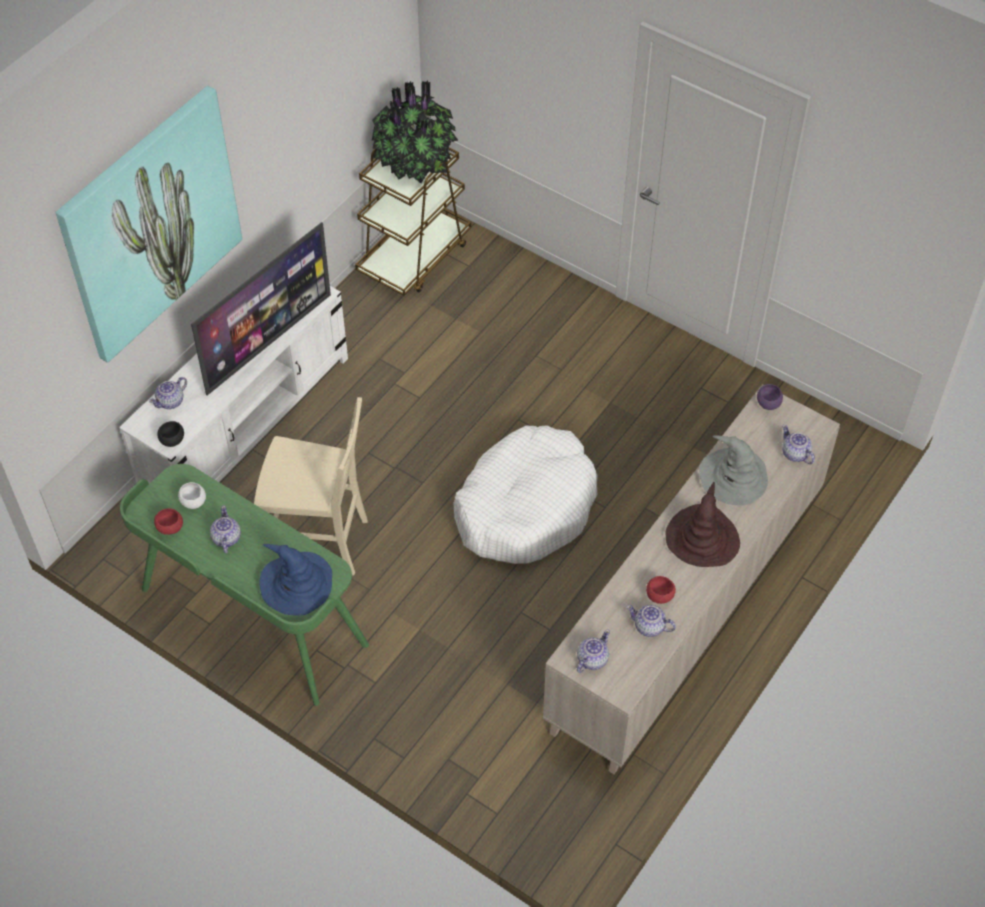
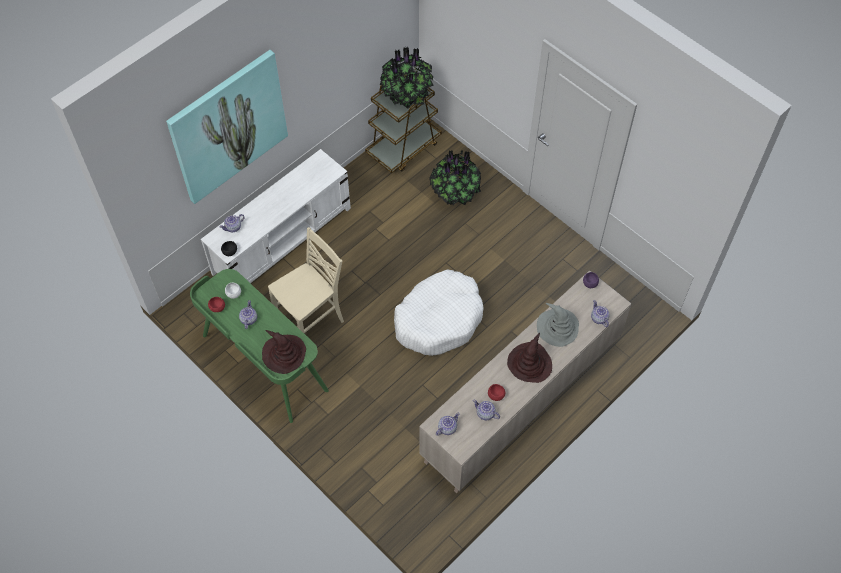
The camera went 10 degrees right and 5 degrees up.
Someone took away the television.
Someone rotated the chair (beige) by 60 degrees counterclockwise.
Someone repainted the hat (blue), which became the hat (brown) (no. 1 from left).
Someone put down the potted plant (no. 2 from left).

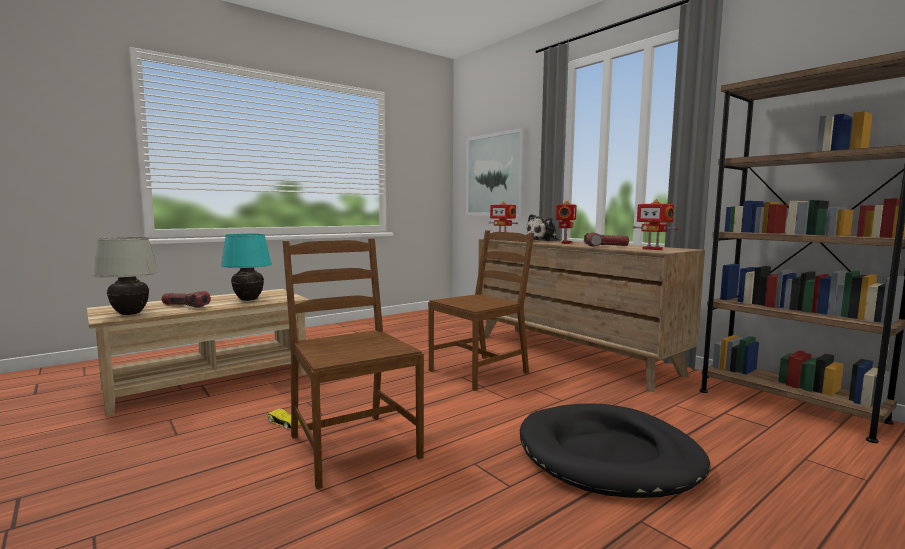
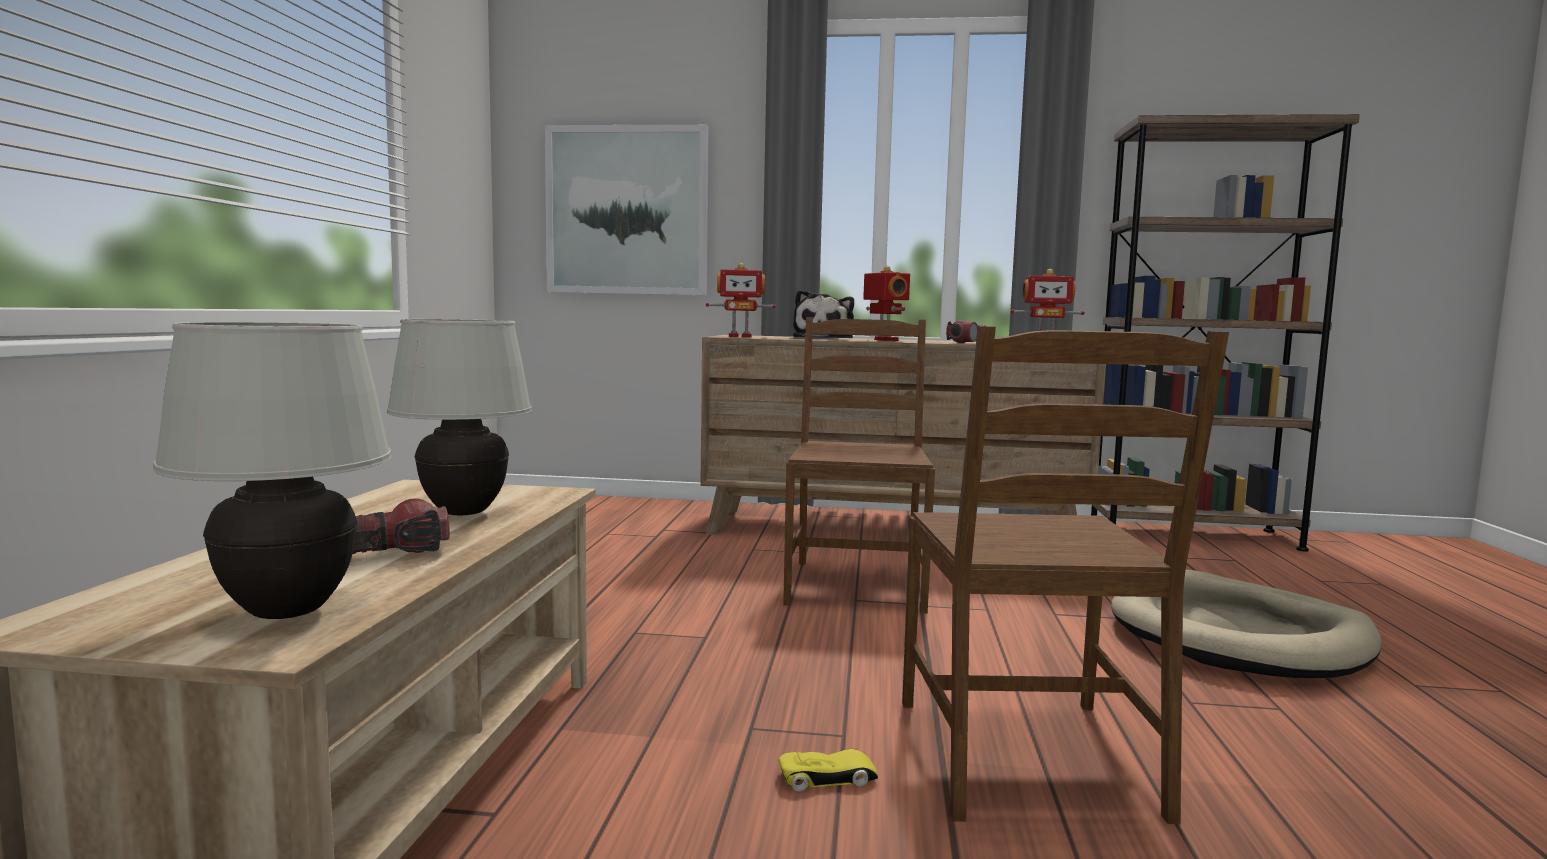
The camera went 45 degrees left and 0 degrees up.
Someone repainted the table lamp (turquoise), which became the table lamp (white) (no. 2 from left).
Someone rotated the chair (brown) (no. 1 from left in the first image) by 105 degrees counterclockwise.
Someone repainted the dog bed (black), which became the dog bed (beige).

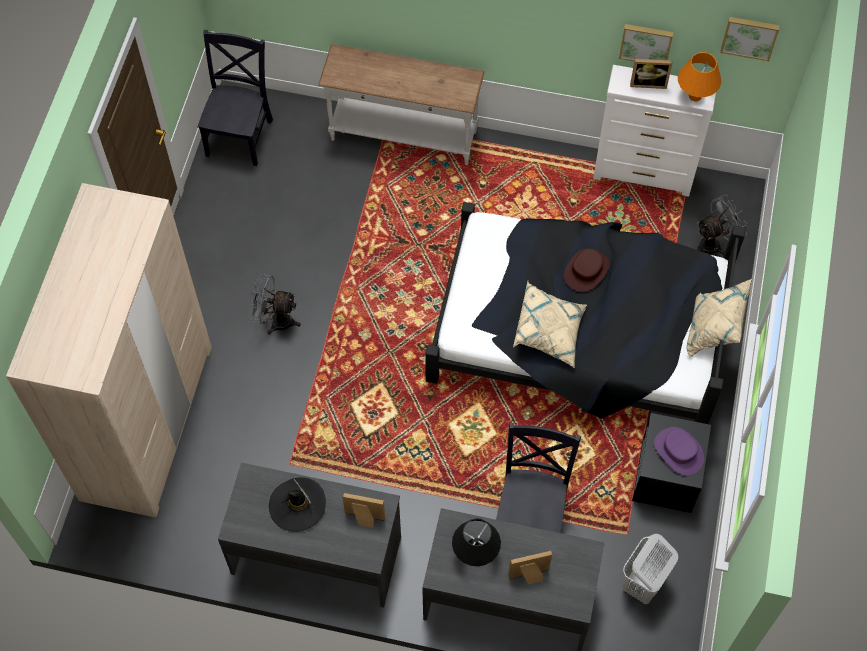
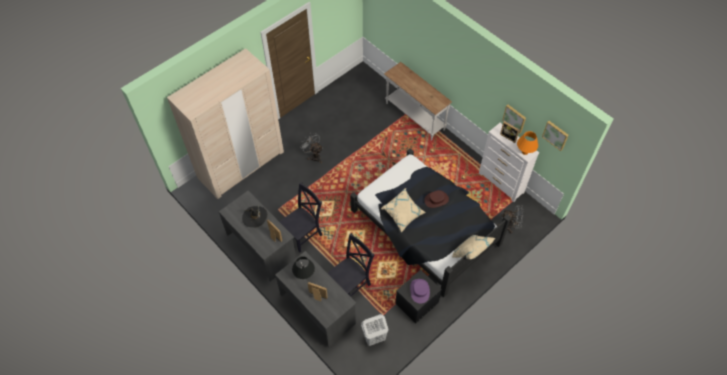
The camera went 35 degrees right and 5 degrees down.
Someone carried the chair (black) (no. 1 from left).

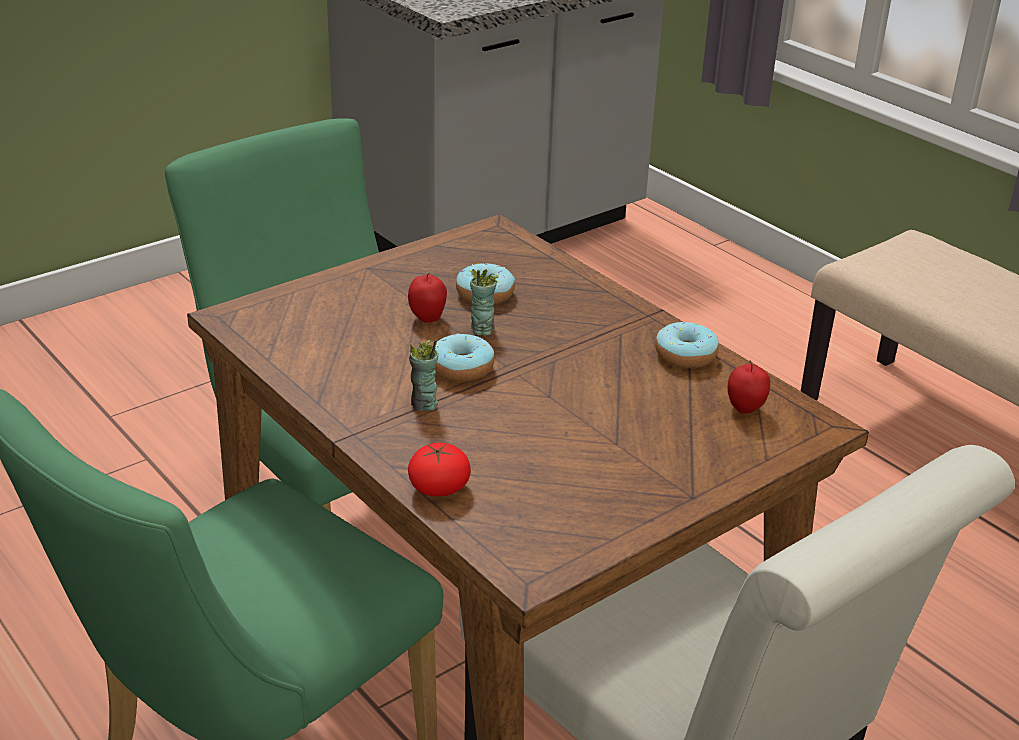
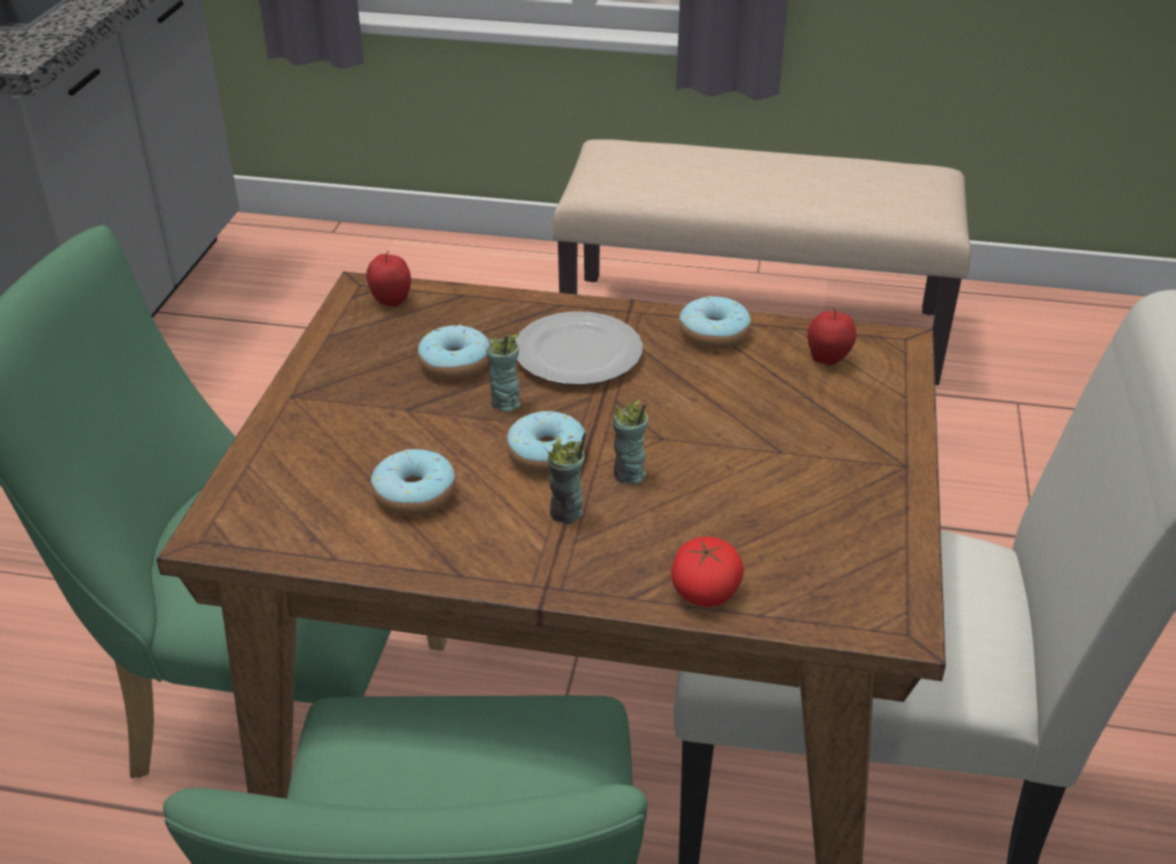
The camera went 40 degrees left and 5 degrees up.
Someone carried the apple (no. 1 from left).
Someone put down the donut (no. 1 from left).
Someone put down the plate.
Someone put down the cup (no. 3 from left).

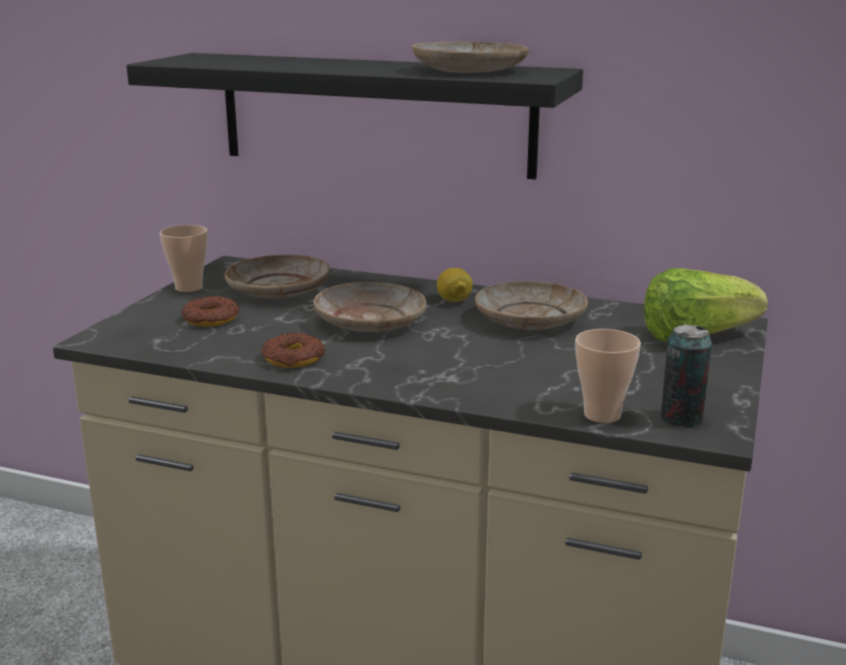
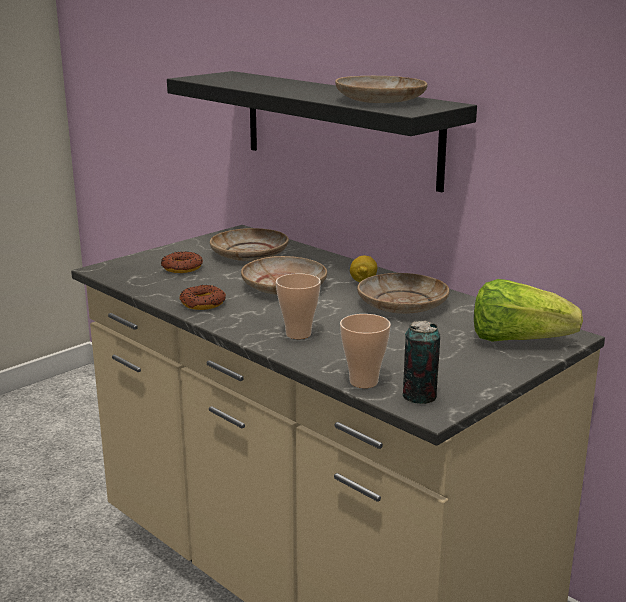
The camera went 25 degrees right and 0 degrees up.
Someone carried the cup (no. 1 from left).

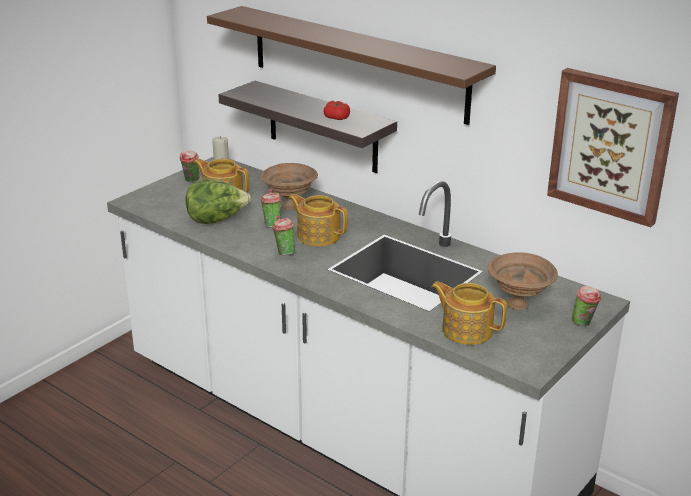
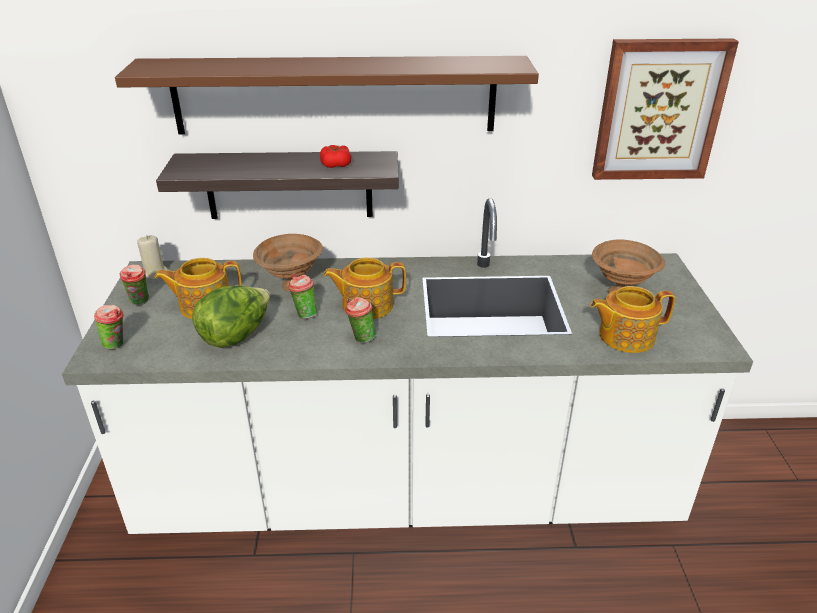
The camera went 40 degrees left and 5 degrees up.
Someone carried the cup (no. 4 from left in the first image).

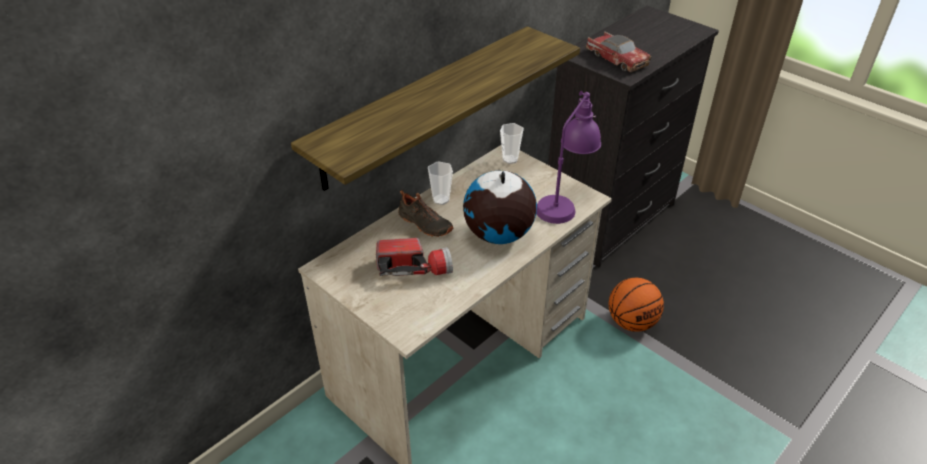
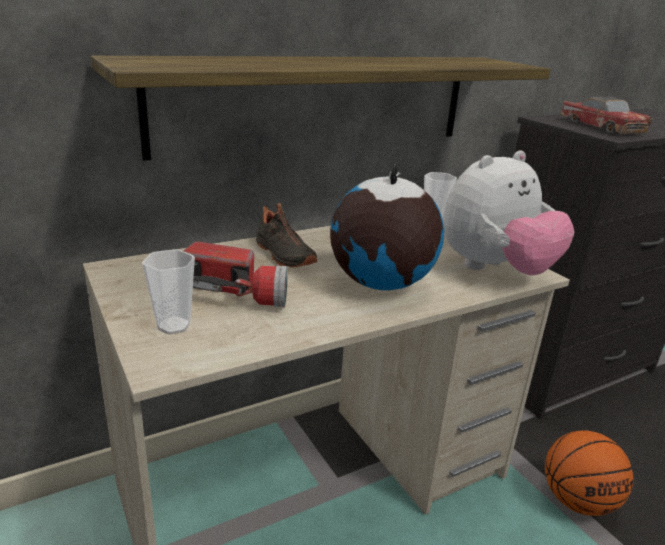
The camera went 15 degrees right and 15 degrees down.
Someone carried the cup (no. 1 from left).
Someone swapped the table lamp (purple) for the plush toy.

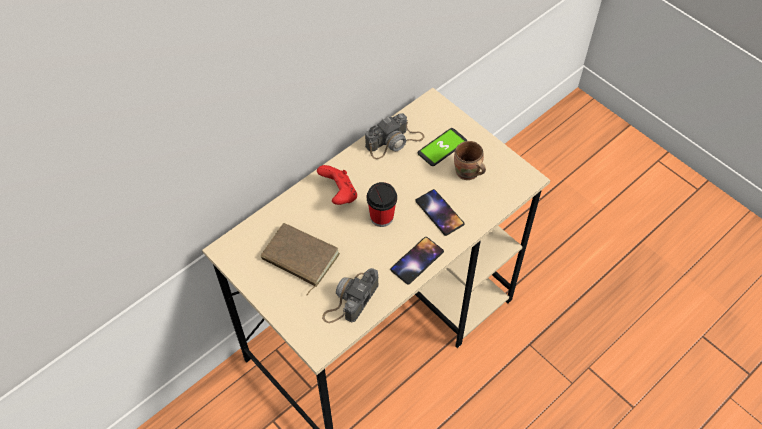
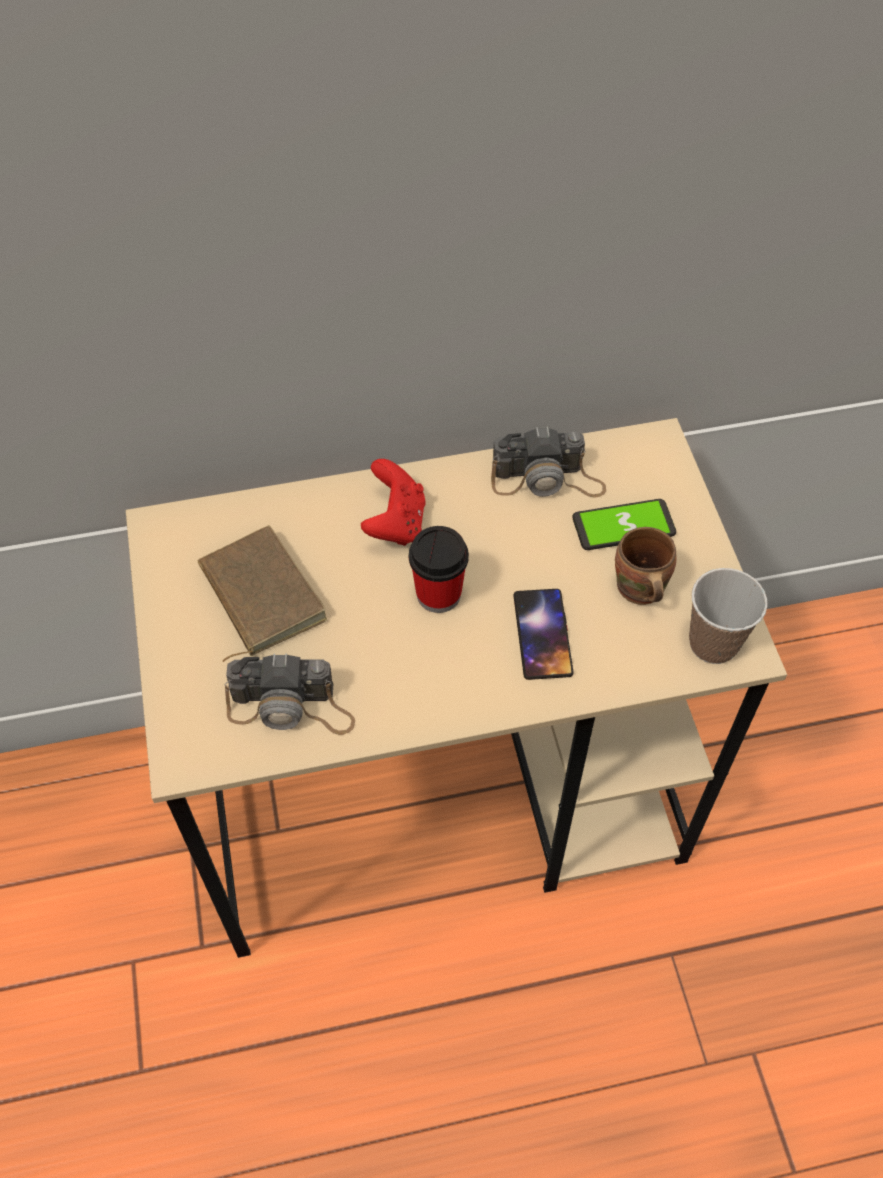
The camera went 30 degrees right and 0 degrees up.
Someone rotated the photo camera (no. 1 from left) by 150 degrees counterclockwise.
Someone took away the phone (no. 1 from left).
Someone put down the cup (no. 2 from left).

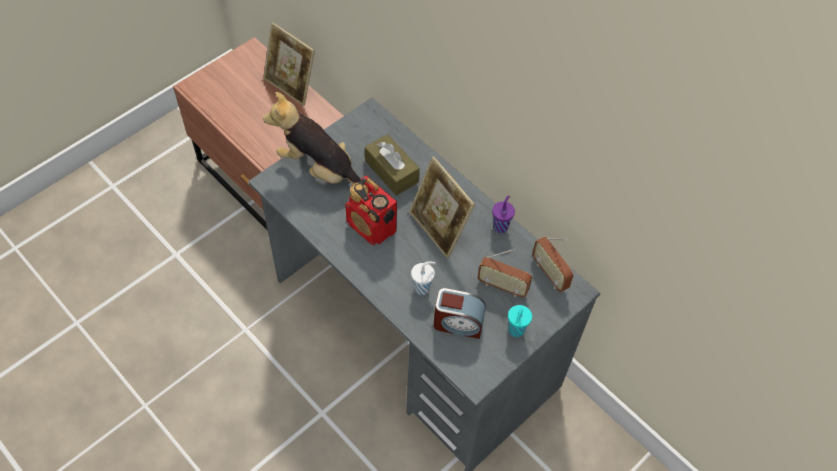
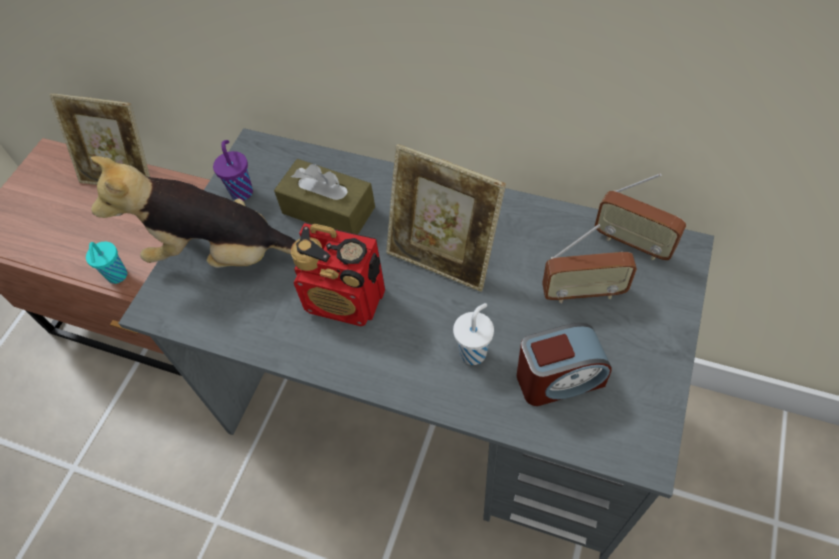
The camera went 20 degrees left and 0 degrees up.
Someone carried the cup (purple).
Someone carried the cup (turquoise).

